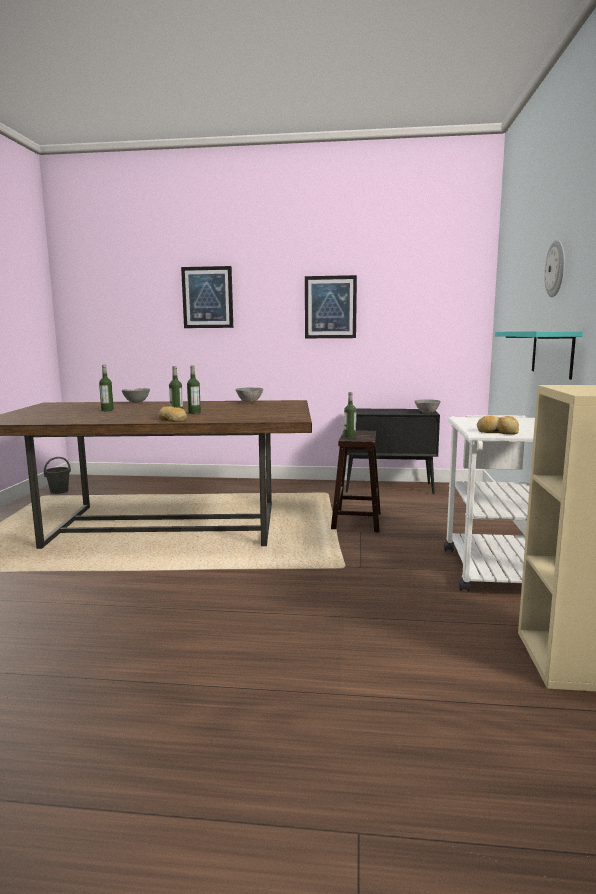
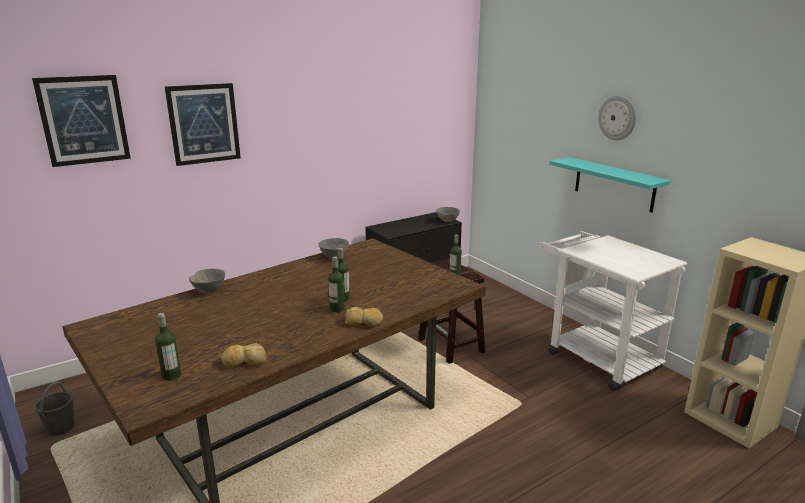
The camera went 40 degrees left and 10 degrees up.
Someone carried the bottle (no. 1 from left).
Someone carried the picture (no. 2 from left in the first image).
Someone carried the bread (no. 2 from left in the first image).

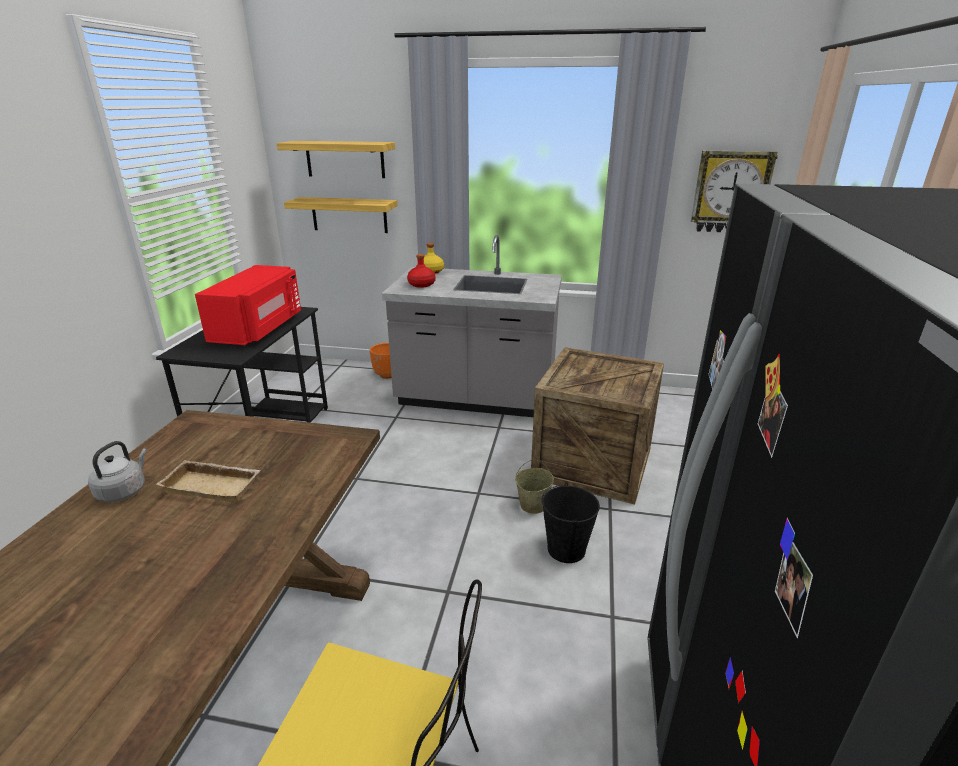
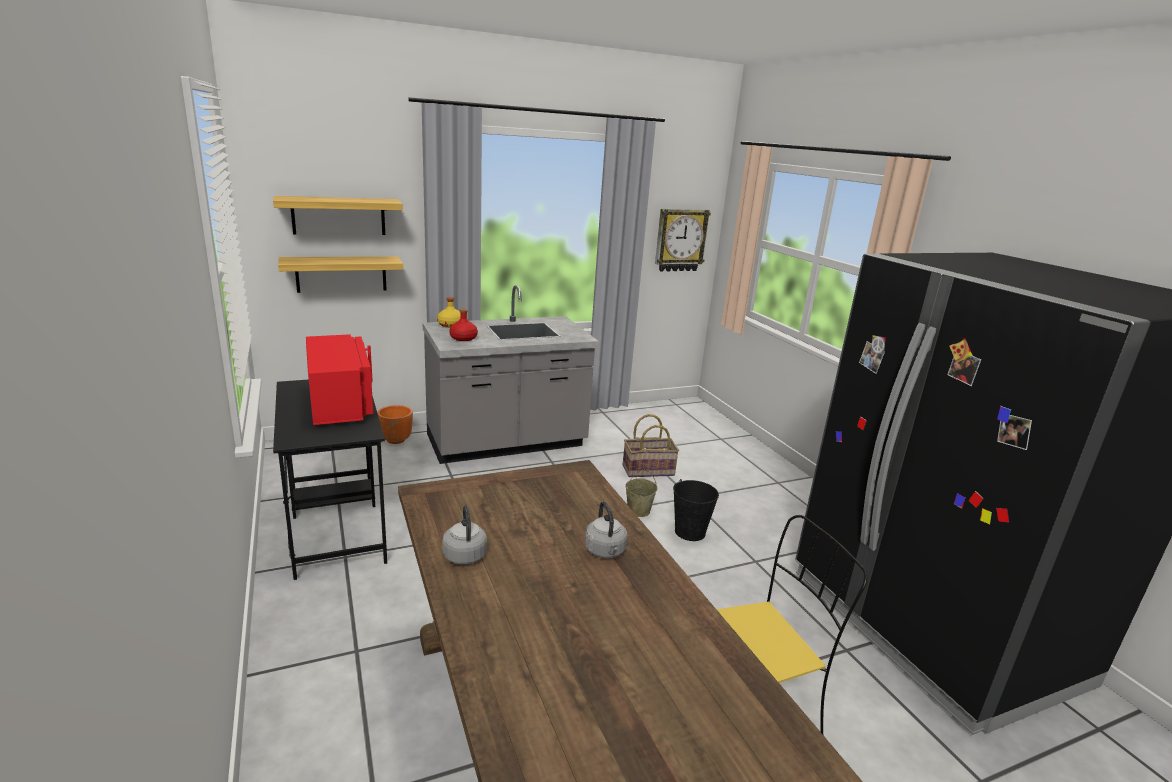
The camera went 35 degrees left and 5 degrees down.
Someone took away the tray (beige).
Someone swapped the crate for the basket.
Someone put down the kettle (grey) (no. 2 from left).

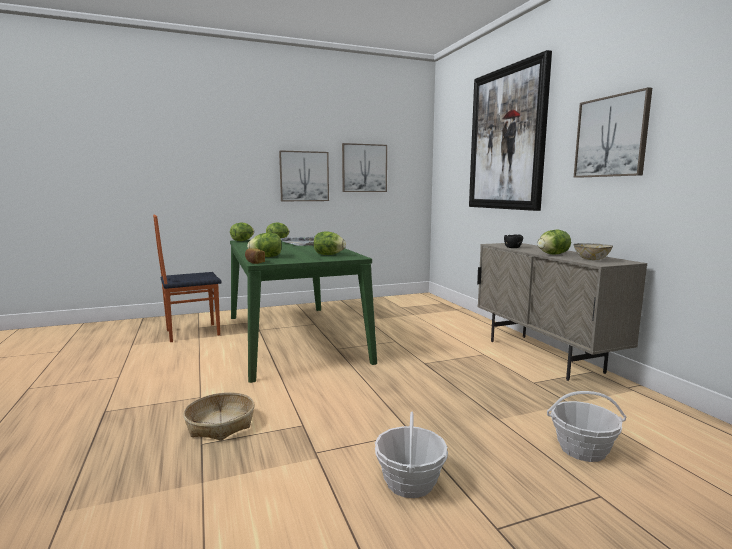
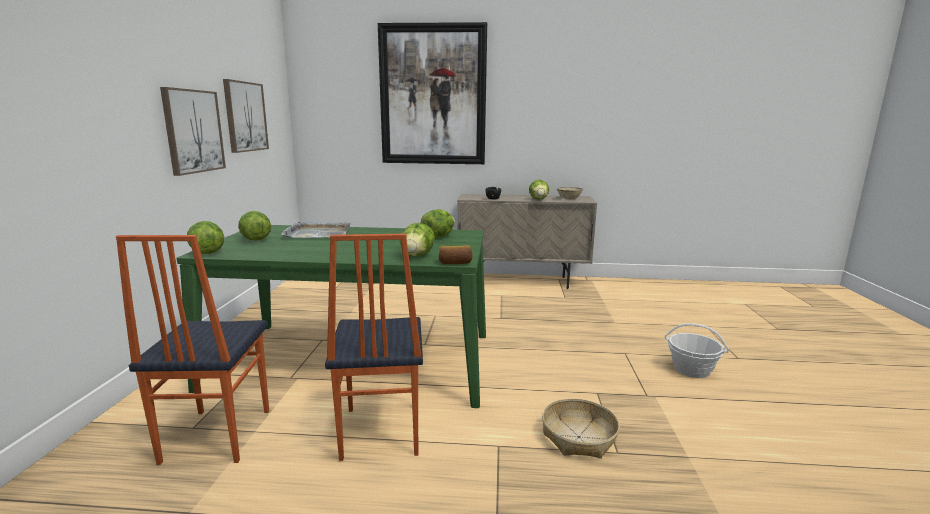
The camera went 65 degrees left and 5 degrees up.
Someone took away the basket (no. 3 from left).
Someone took away the picture (no. 4 from left).
Someone put down the chair (no. 2 from left).

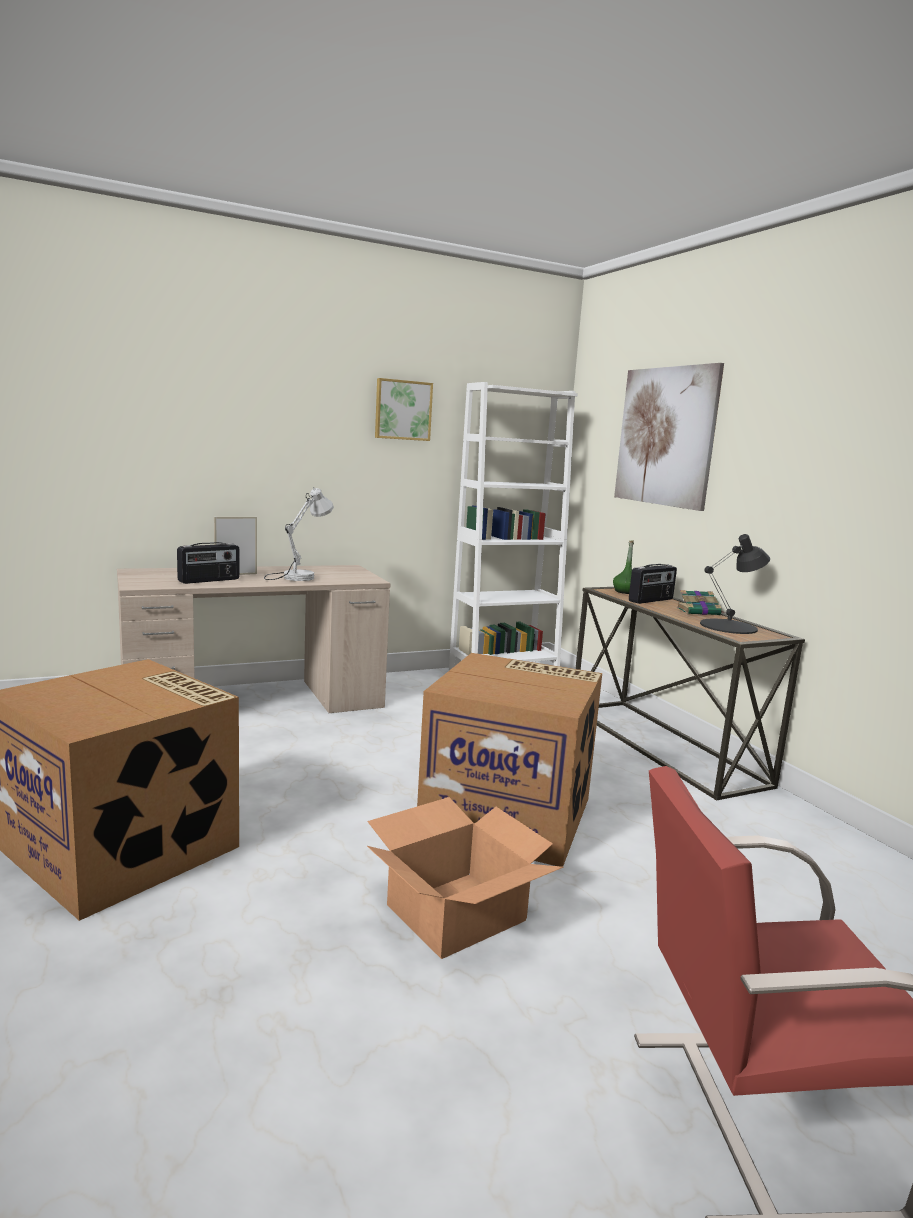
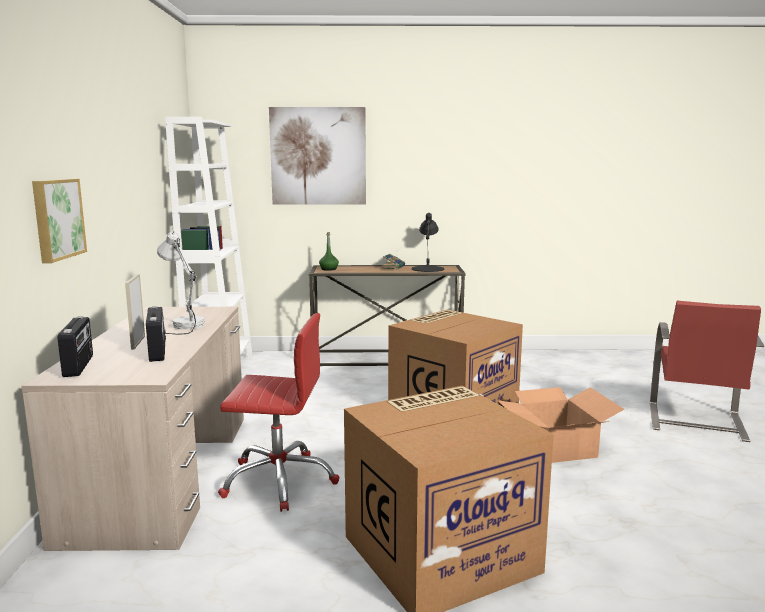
The camera went 65 degrees left and 0 degrees up.
Someone carried the picture (no. 1 from left).
Someone carried the radio (no. 2 from left in the first image).
Someone put down the office chair (red).

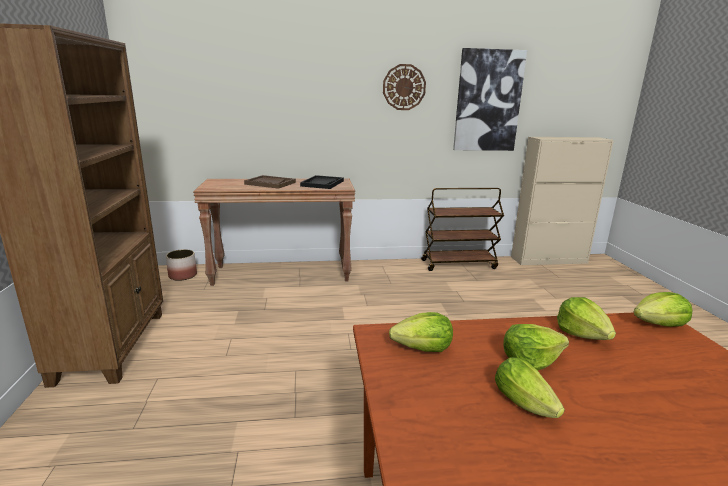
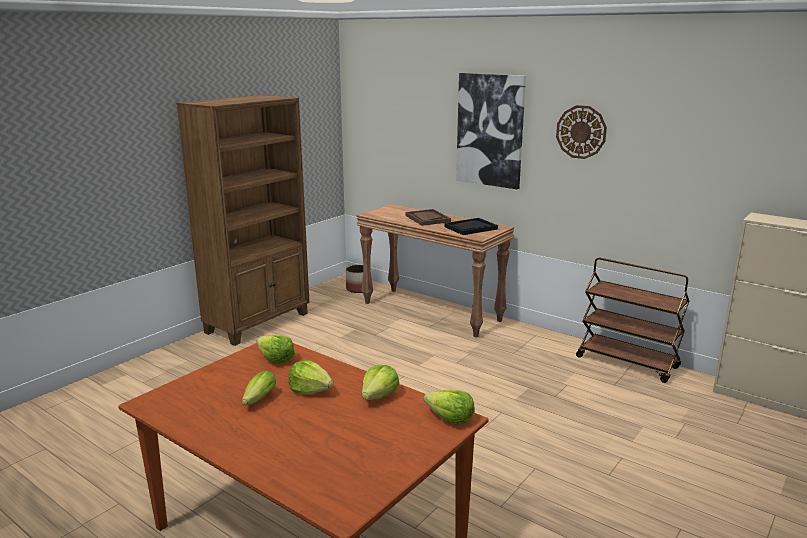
The camera went 45 degrees right and 0 degrees up.
Someone carried the picture.

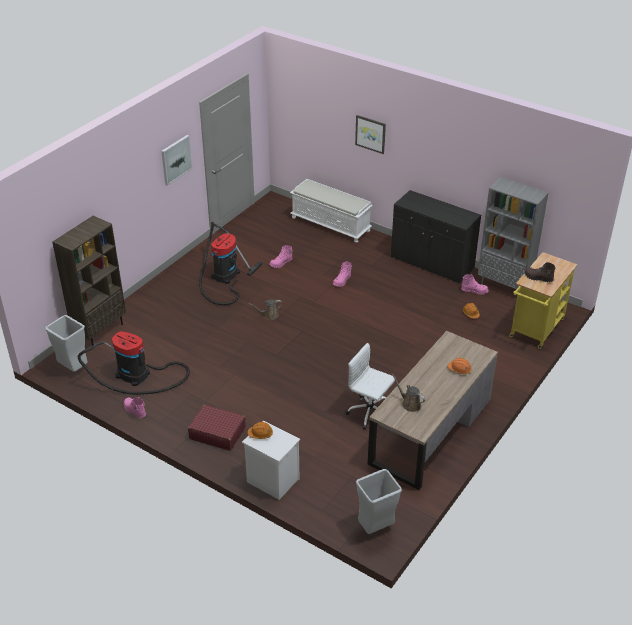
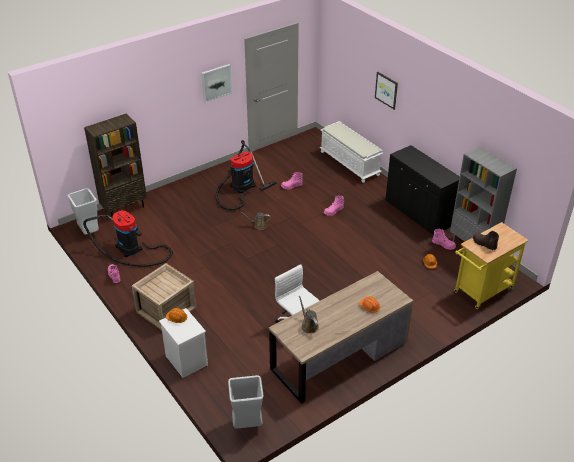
The camera went 20 degrees right and 0 degrees up.
Someone swapped the suitcase (red) for the crate.

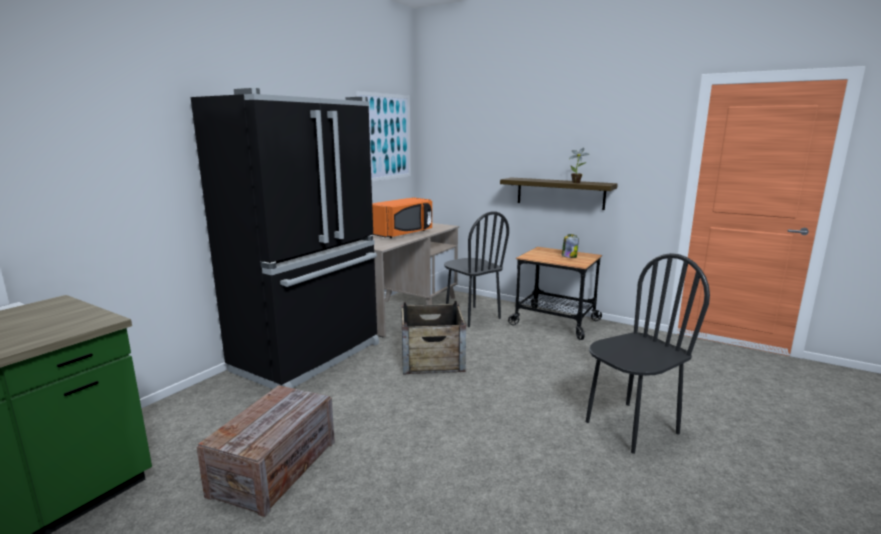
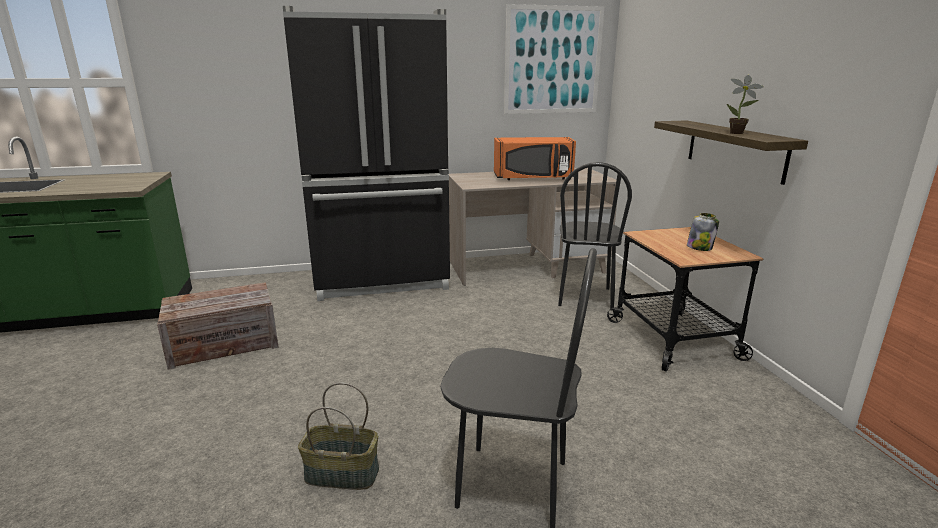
The camera went 45 degrees right and 5 degrees up.
Someone took away the crate (no. 2 from left).
Someone put down the basket.

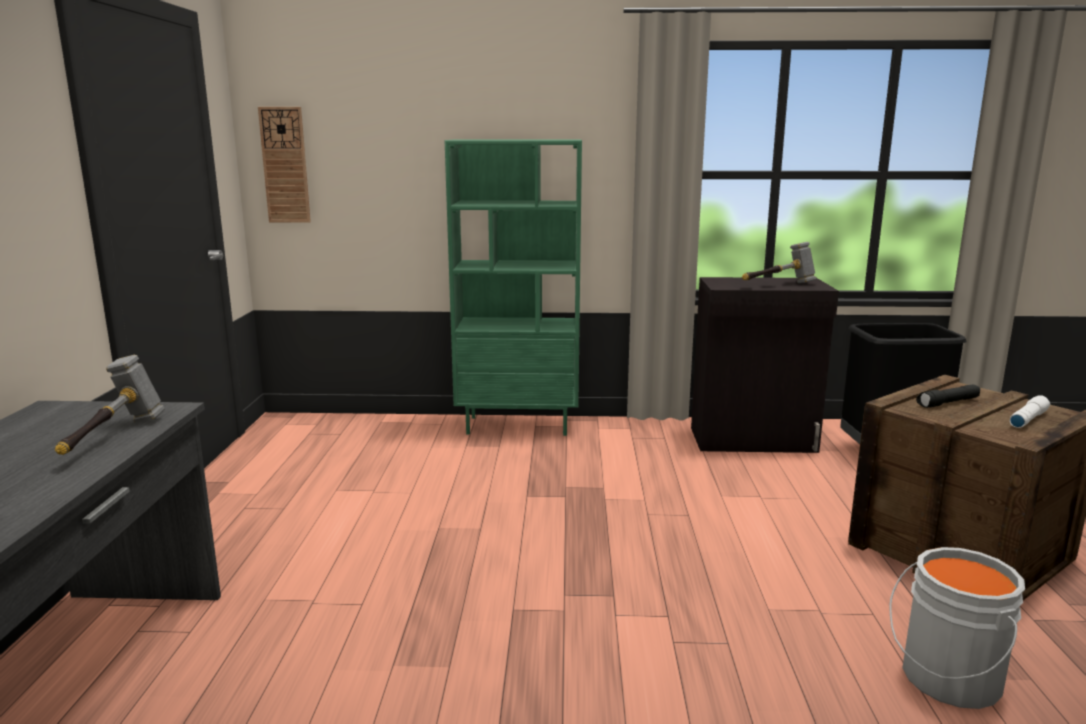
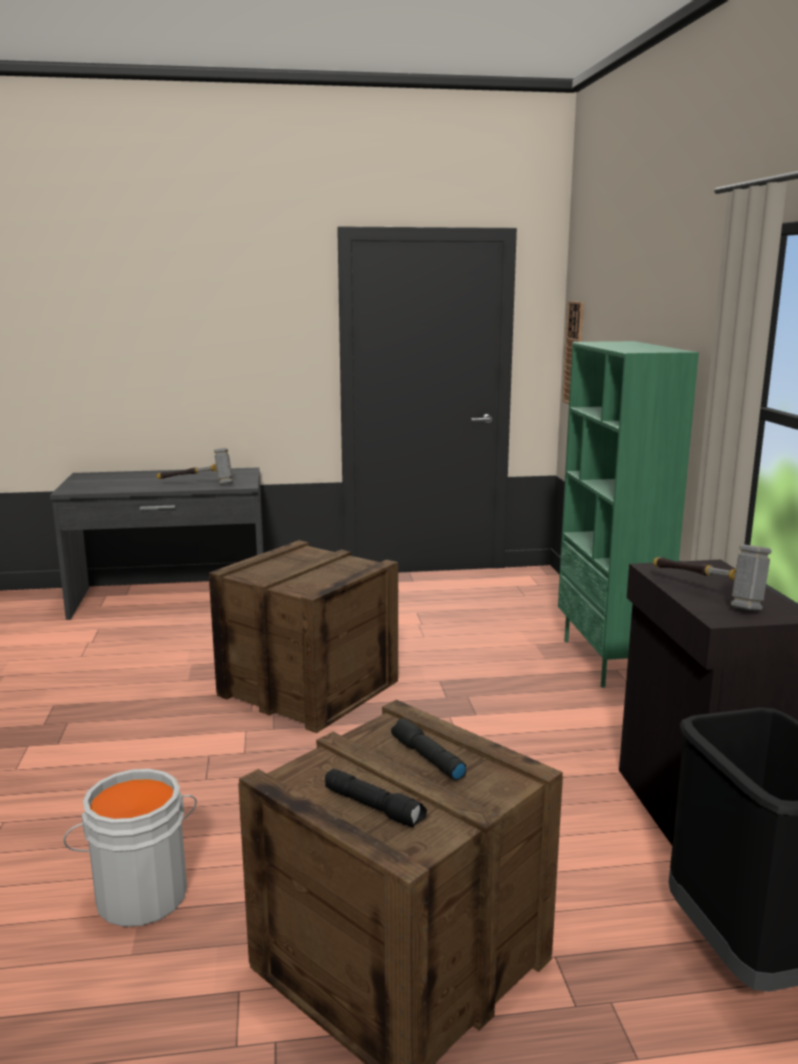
The camera went 80 degrees right and 0 degrees up.
Someone repainted the flashlight (white), which became the flashlight (black) (no. 1 from left).
Someone put down the crate (no. 1 from left).

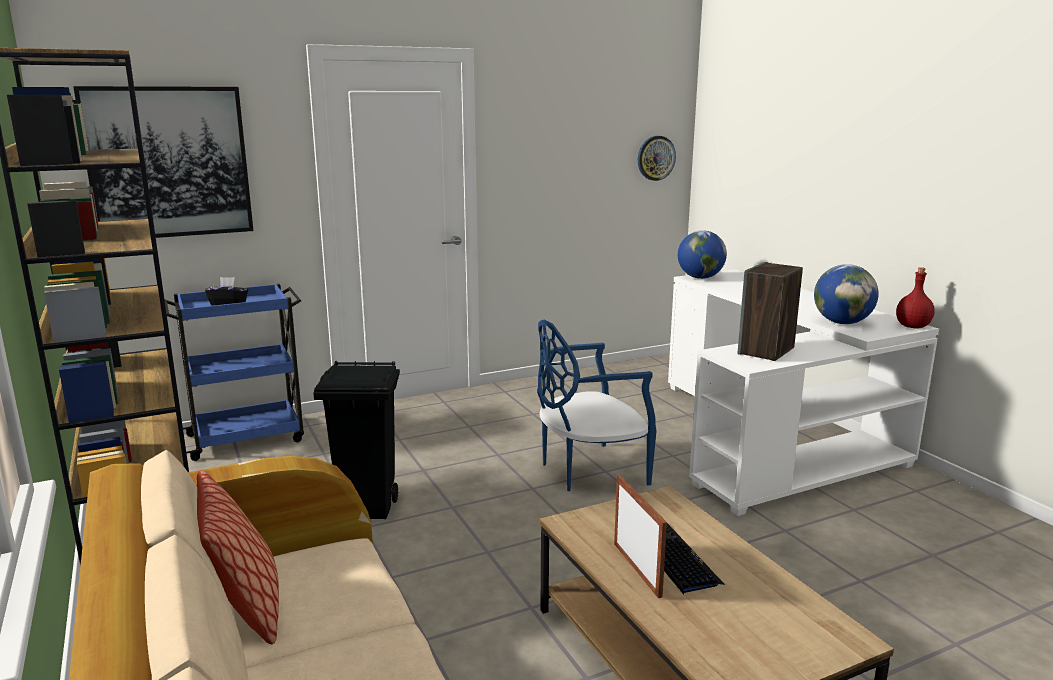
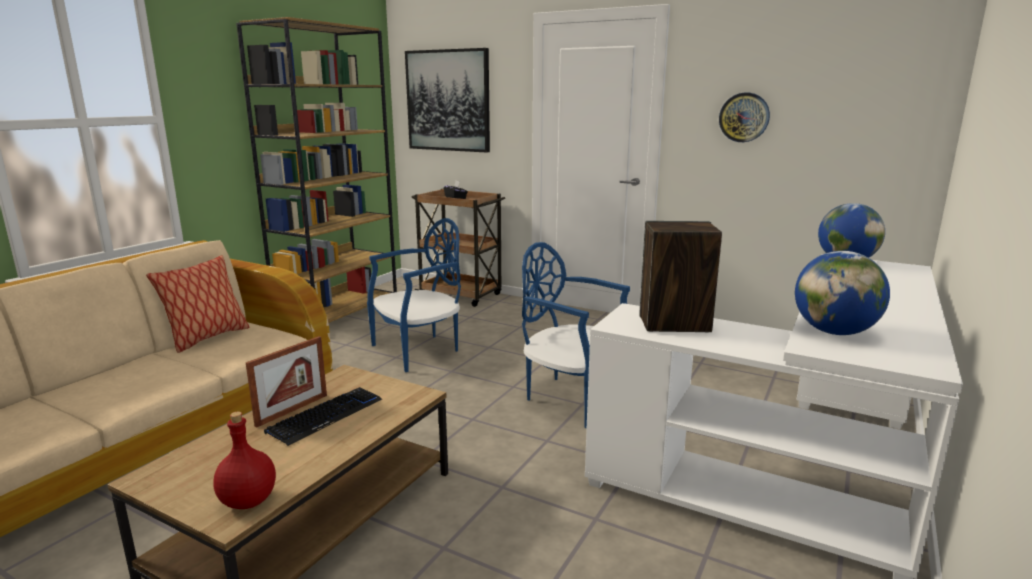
The camera went 55 degrees right and 0 degrees up.
Someone repainted the cart (blue), which became the cart (brown).
Someone swapped the trash can (black) for the chair (blue) (no. 1 from left).
Someone carried the wall clock.
Someone carried the bottle (red).

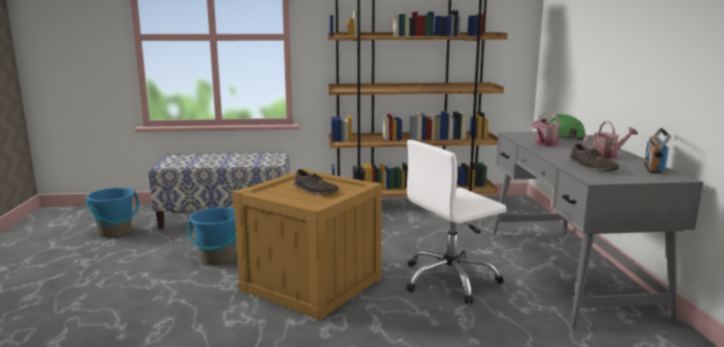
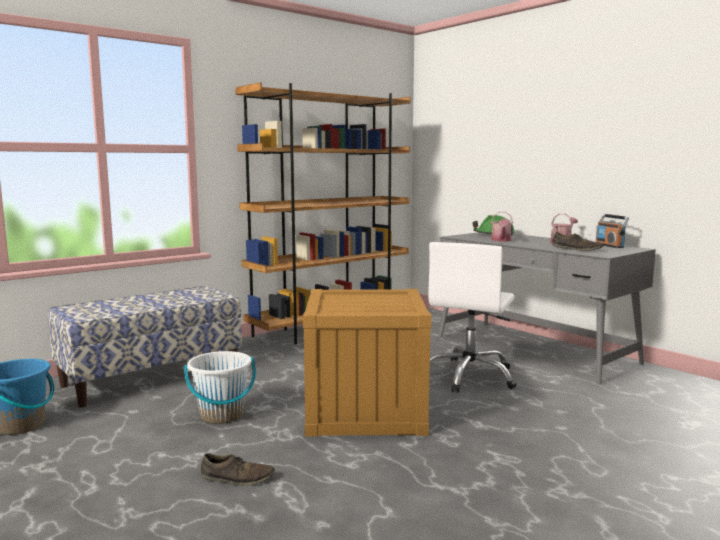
The camera went 35 degrees left and 5 degrees down.
Someone repainted the bucket (blue) (no. 2 from left), which became the bucket (white).
Someone carried the shoe (brown) (no. 1 from left).

